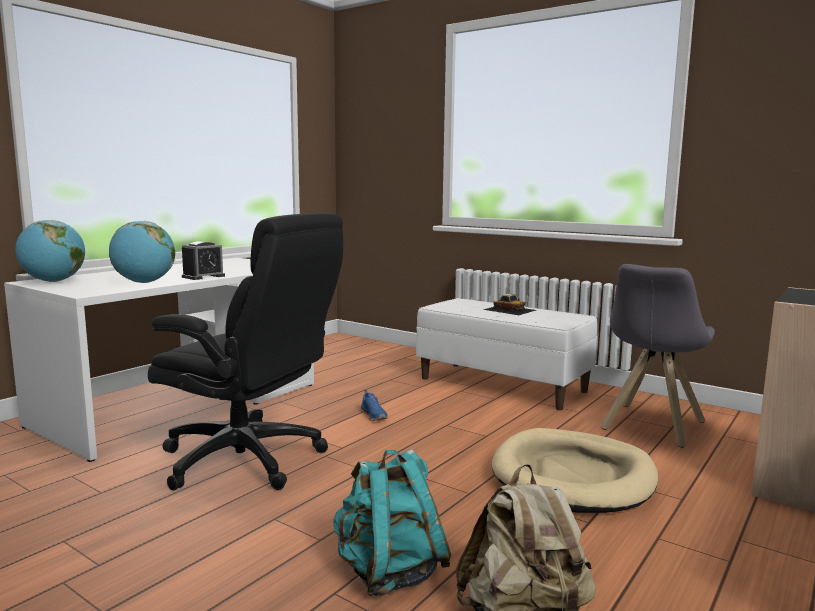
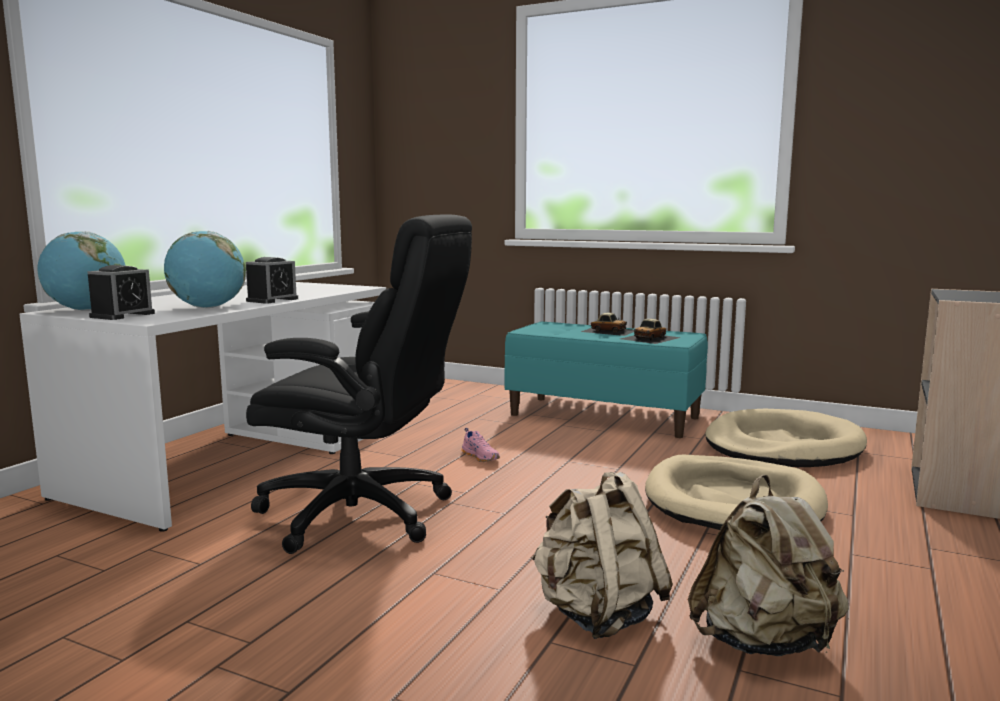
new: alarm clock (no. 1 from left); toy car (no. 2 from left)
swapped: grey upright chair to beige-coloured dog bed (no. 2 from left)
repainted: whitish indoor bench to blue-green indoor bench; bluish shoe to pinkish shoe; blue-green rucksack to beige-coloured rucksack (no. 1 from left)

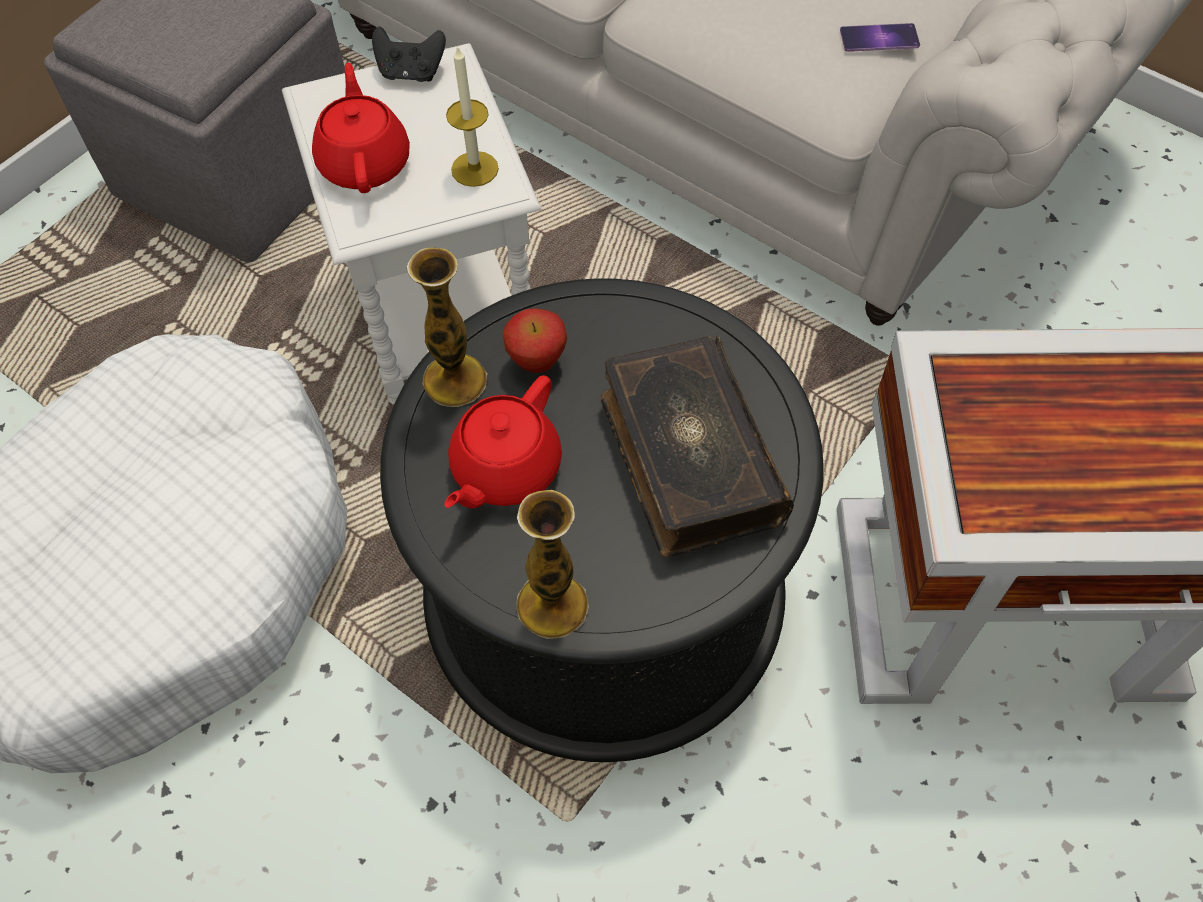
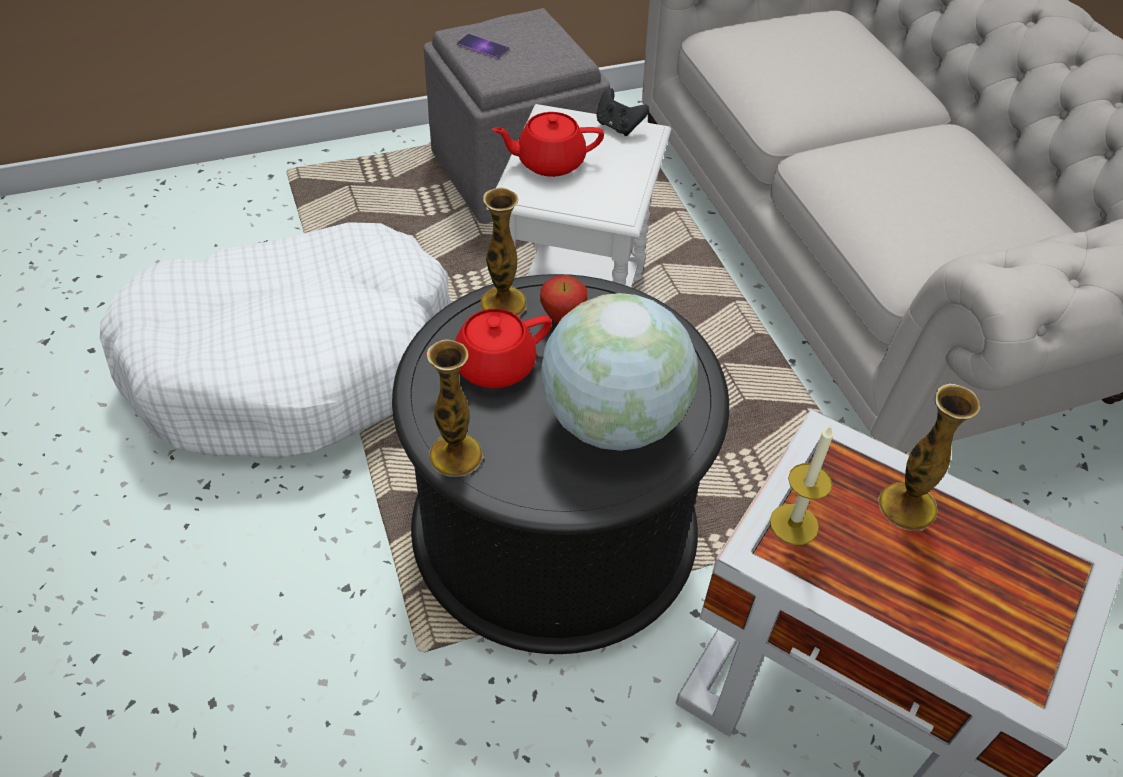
new: decorative vase (no. 3 from left)
shifted: phone; candle
swapped: volume to globe
rotated: reddish pot for tea (no. 1 from left in the first image) 120 degrees counterclockwise

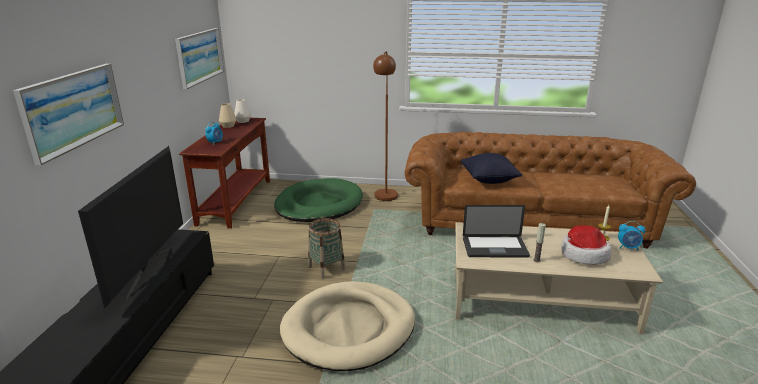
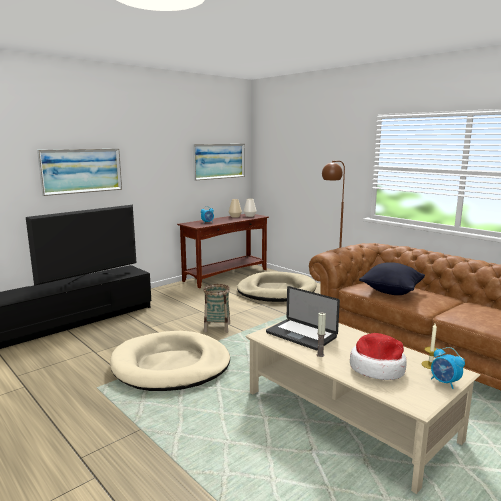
repainted: green-coloured dog bed to beige-coloured dog bed (no. 2 from left)

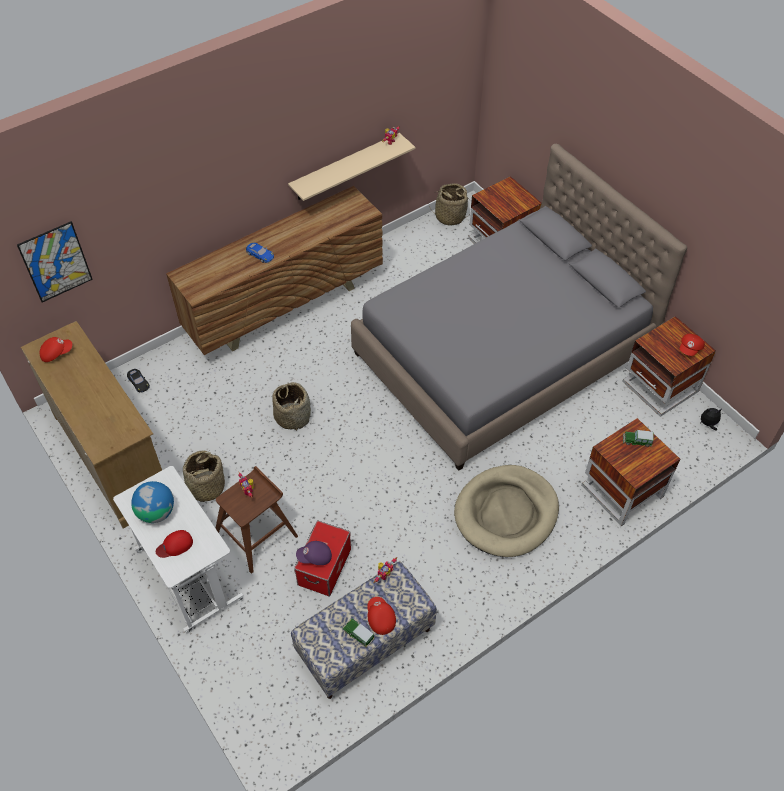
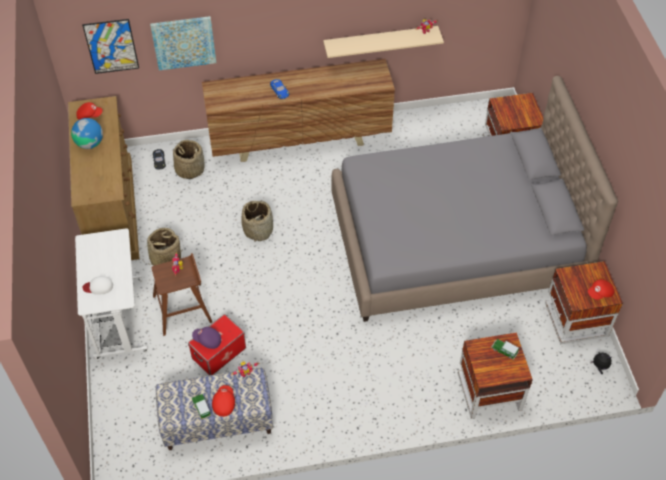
gone: beige-coloured dog bed
new: picture (no. 2 from left)
shifted: basket (no. 3 from left in the first image) to basket (no. 2 from left); globe
repainted: reddish peaked cap (no. 2 from left) to whitish peaked cap

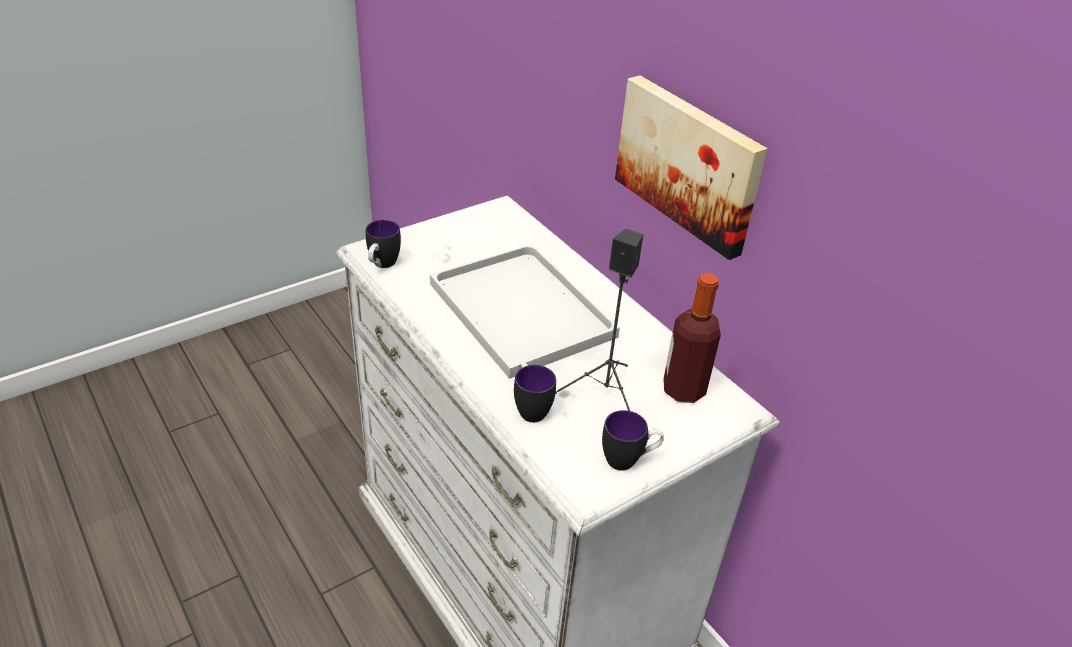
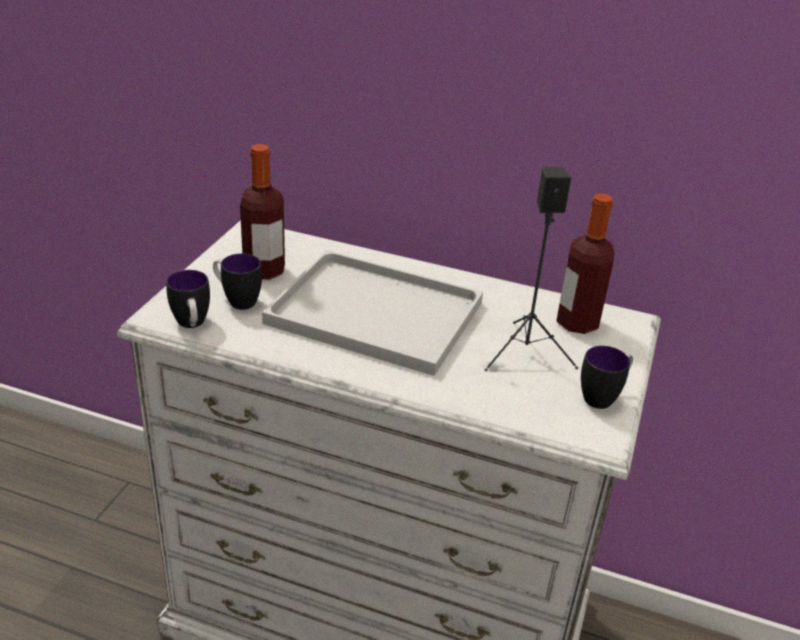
gone: picture
new: bottle (no. 1 from left)
shifted: coffee mug (no. 2 from left)

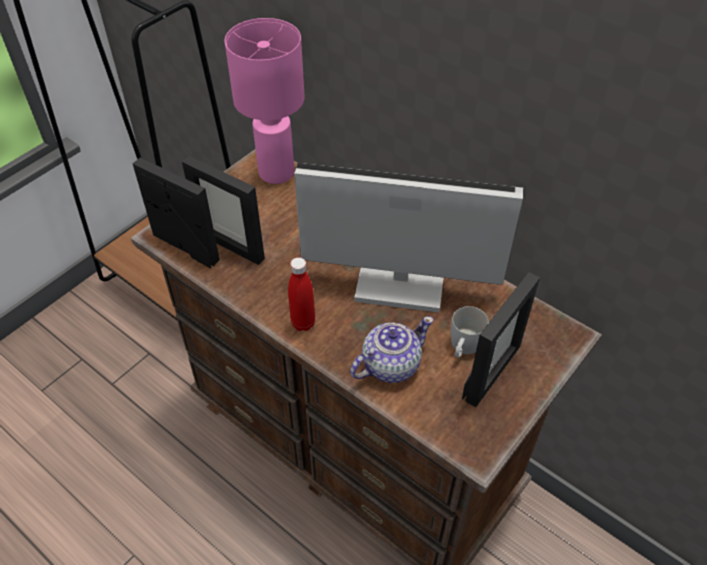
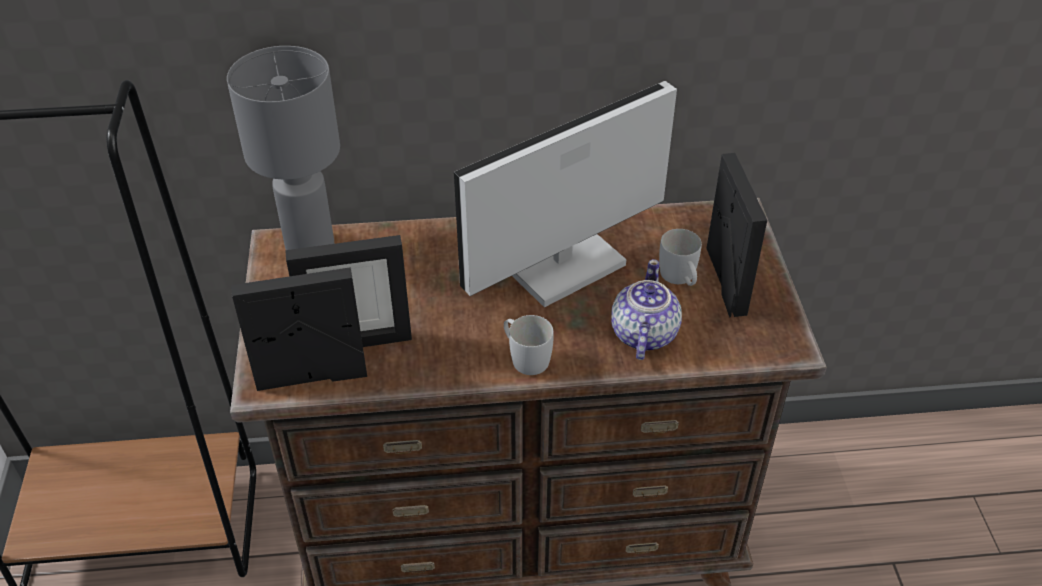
swapped: reddish bottle to whitish coffee mug (no. 1 from left)
repainted: pinkish tabletop lamp to grey tabletop lamp

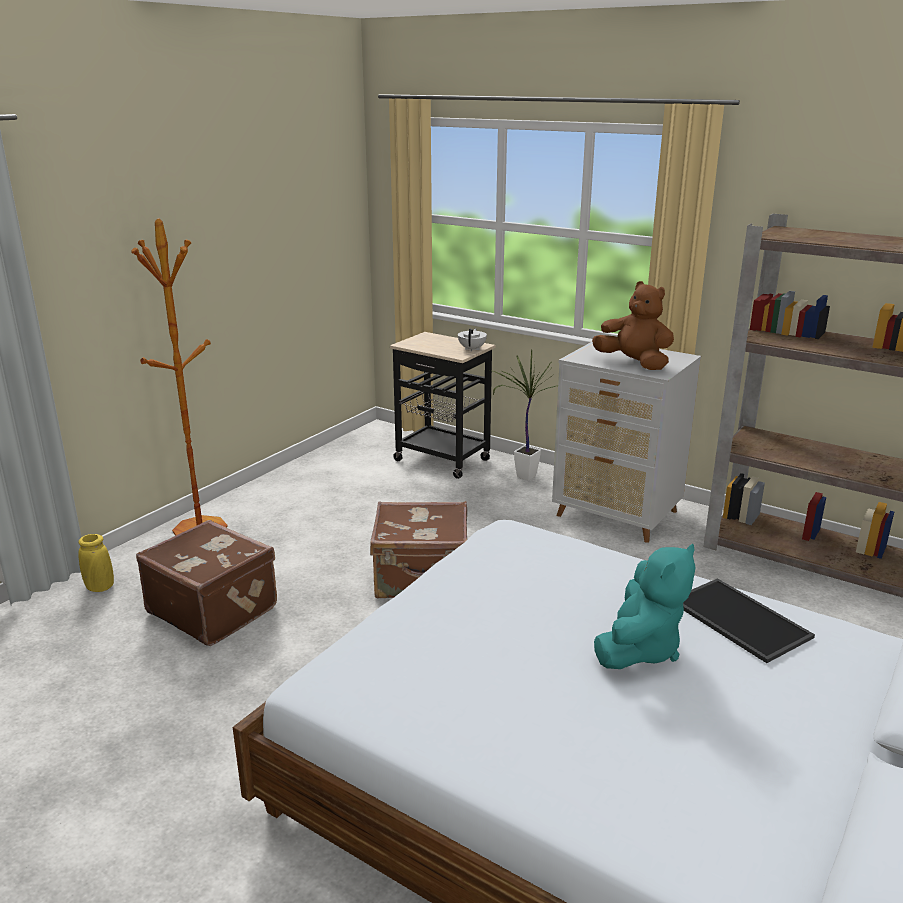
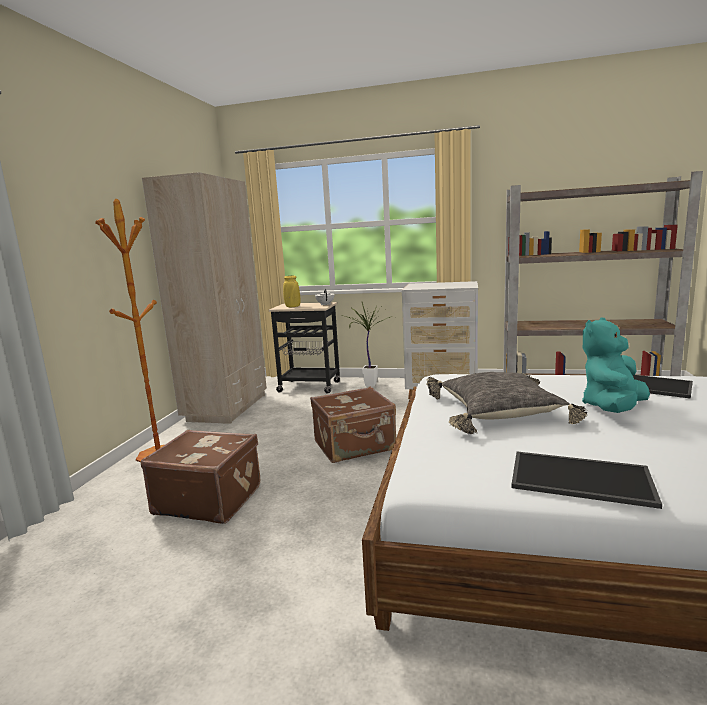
gone: brown cuddly toy
new: beige-coloured wardrobe; pillow; tray (no. 1 from left)
shifted: yellow-coloured decorative vase
rotated: blue-green cuddly toy 150 degrees counterclockwise

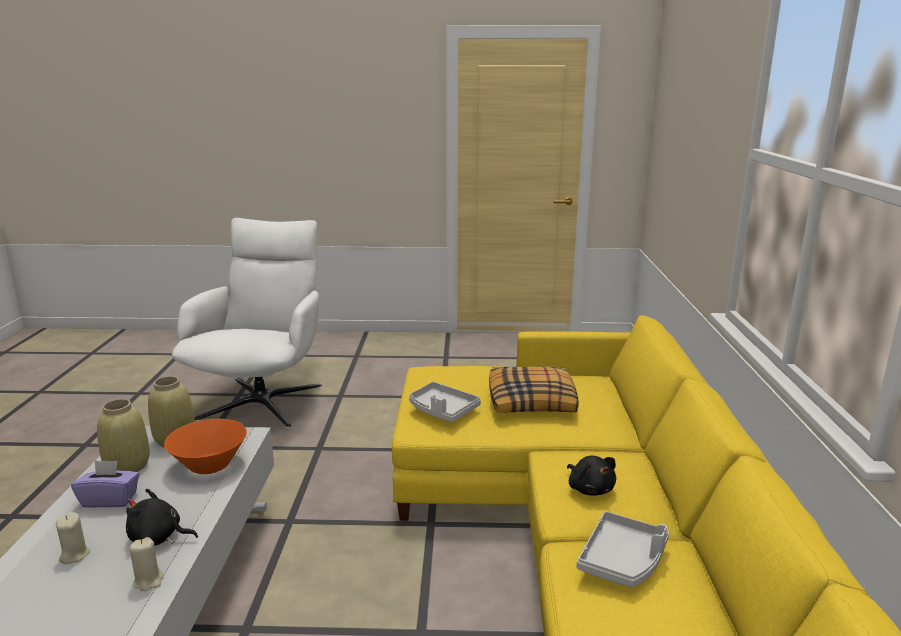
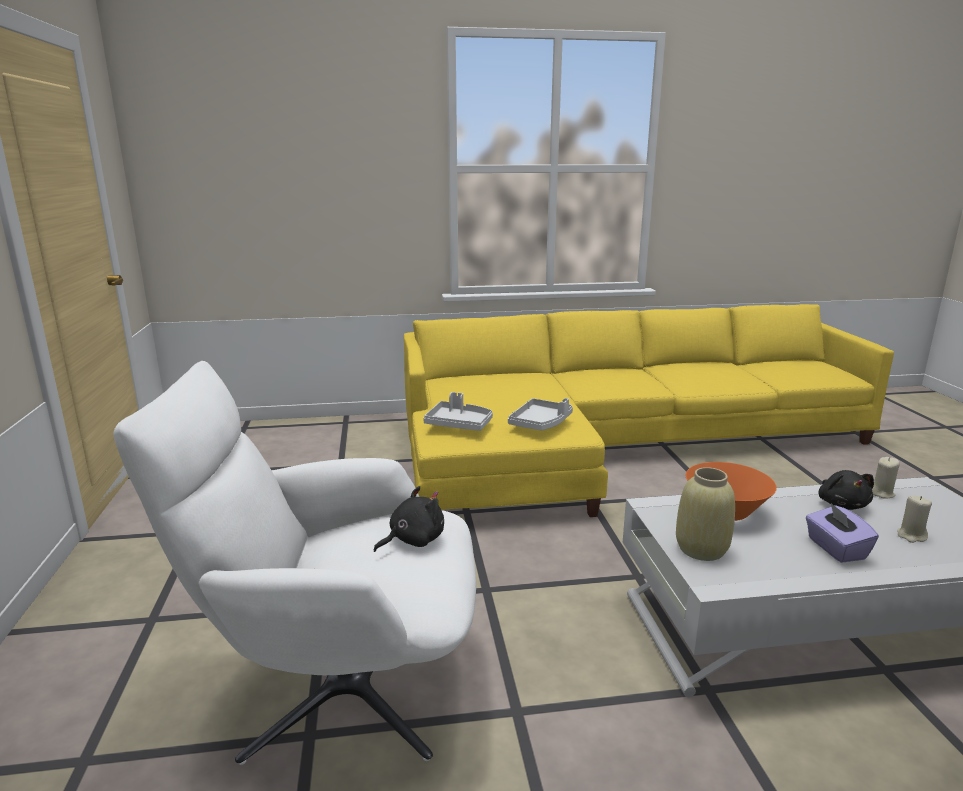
gone: pillow; beige-coloured decorative vase (no. 1 from left)
shifted: blackish cuddly toy (no. 2 from left in the first image) to blackish cuddly toy (no. 1 from left); grey tray (no. 2 from left in the first image) to grey tray (no. 1 from left)

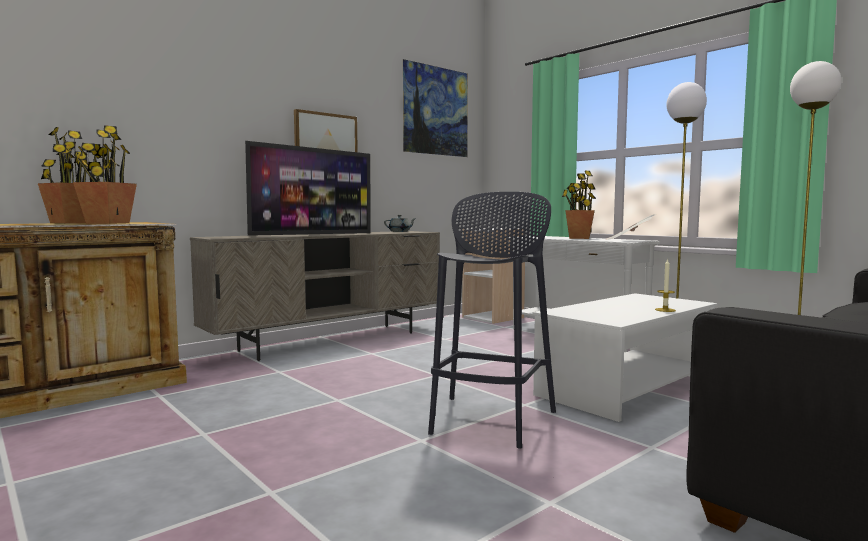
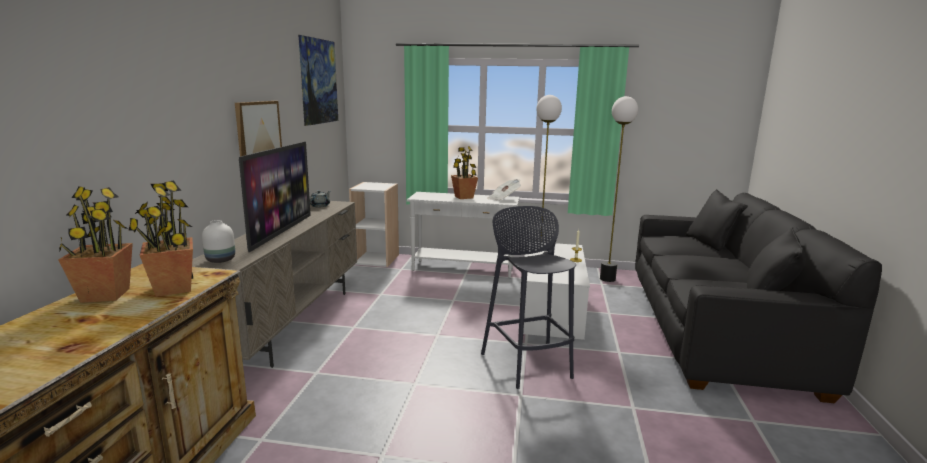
new: whitish decorative vase

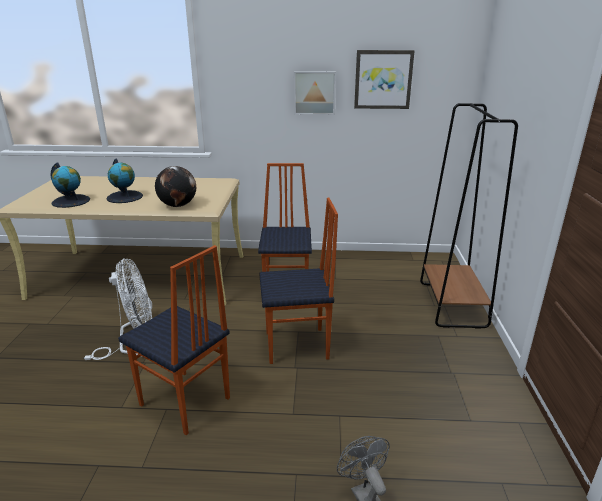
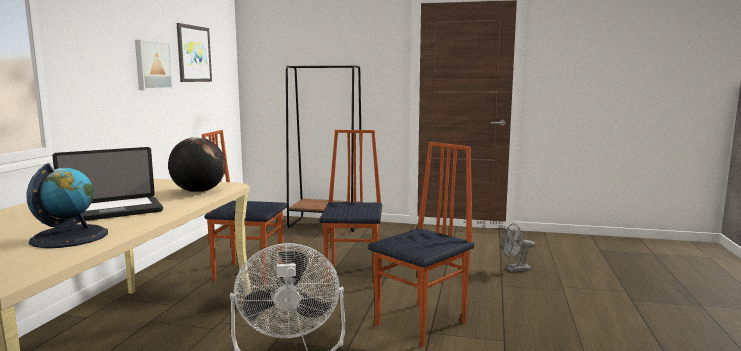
swapped: globe (no. 2 from left) to laptop

